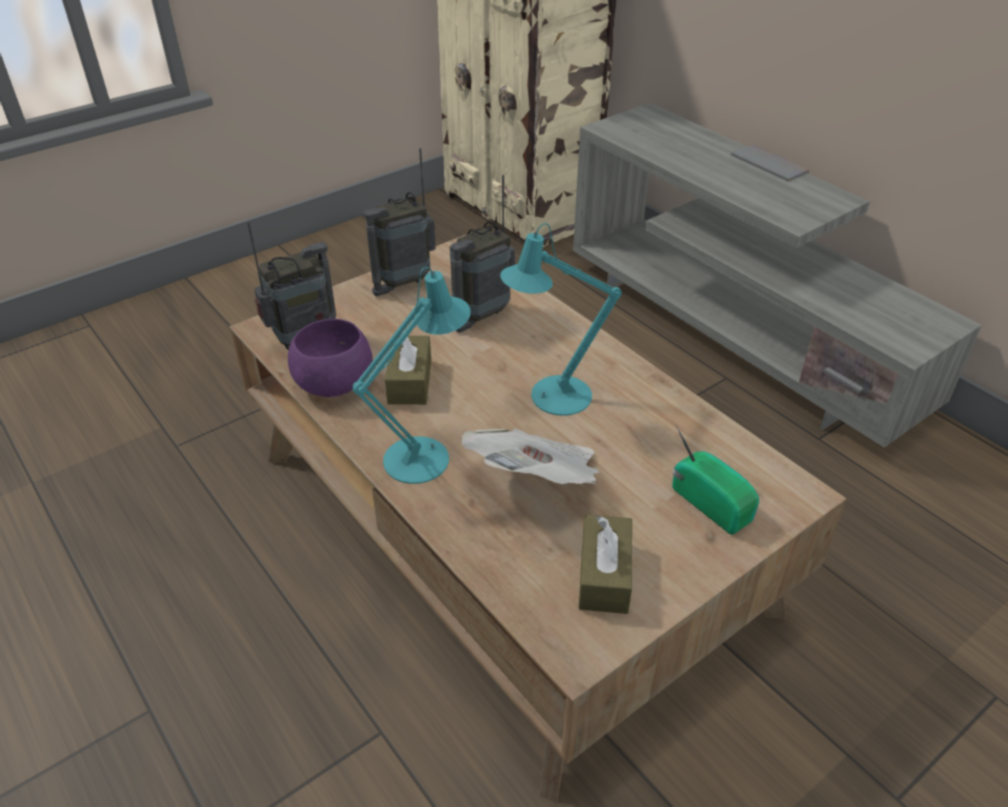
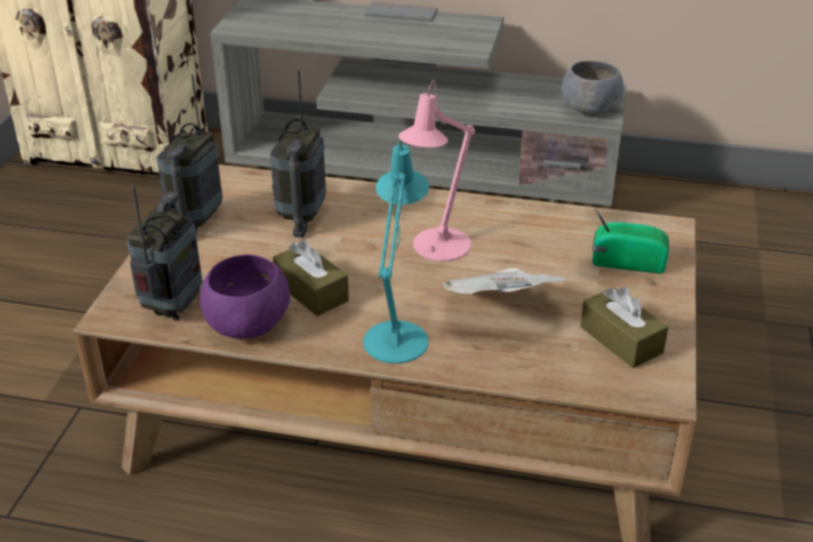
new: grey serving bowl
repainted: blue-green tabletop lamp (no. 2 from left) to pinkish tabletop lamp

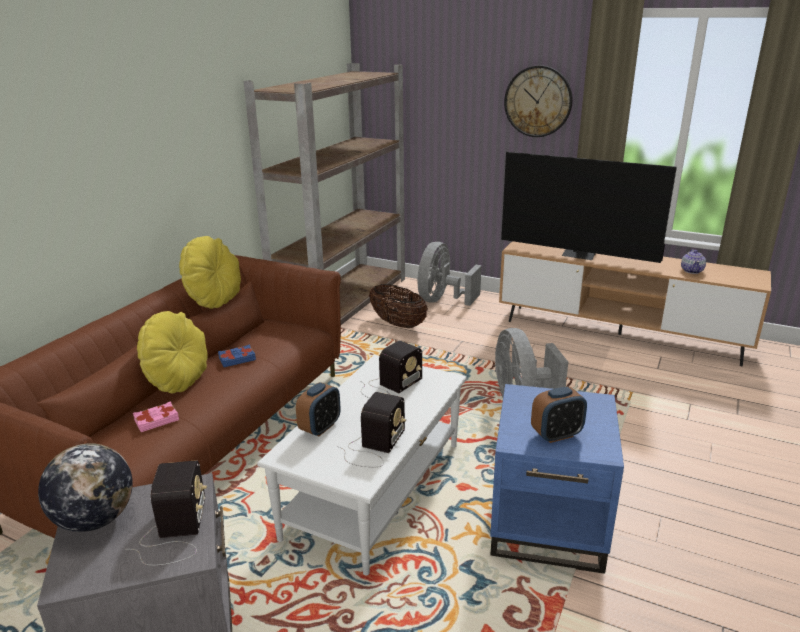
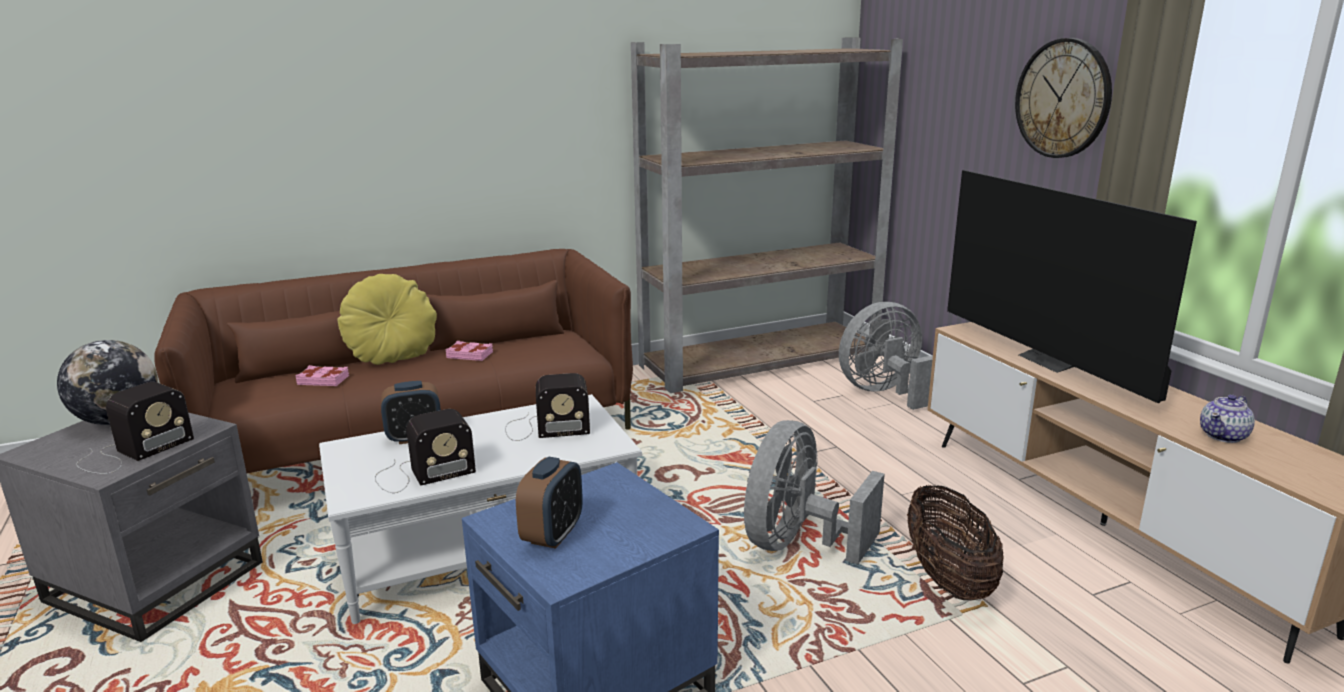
gone: yellow-coloured pillow (no. 2 from left)
shifted: basket
repainted: bluish volume to pinkish volume (no. 2 from left)
rotated: alarm clock (no. 2 from left) 90 degrees counterclockwise

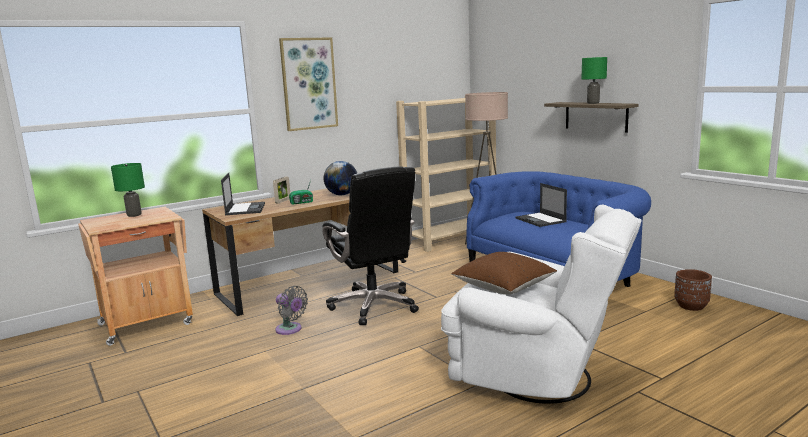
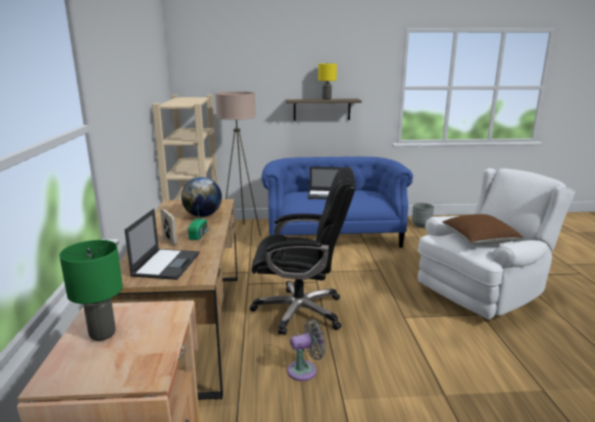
gone: picture
repainted: green-coloured tabletop lamp (no. 2 from left) to yellow-coloured tabletop lamp; brown planter to grey planter
rotated: laptop (no. 1 from left) 75 degrees clockwise

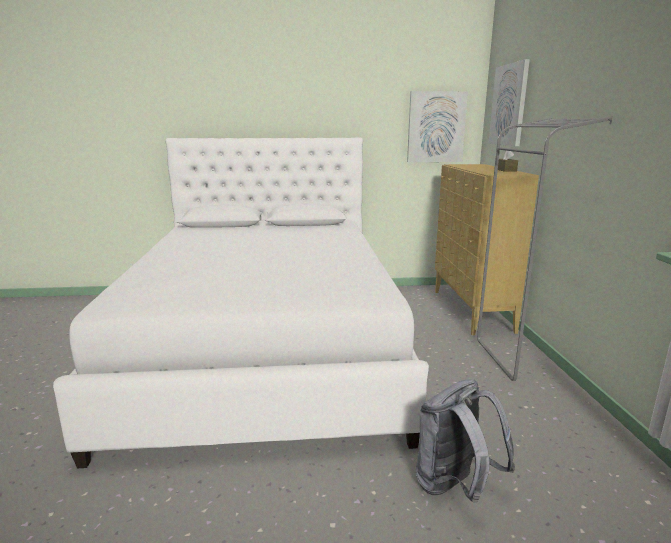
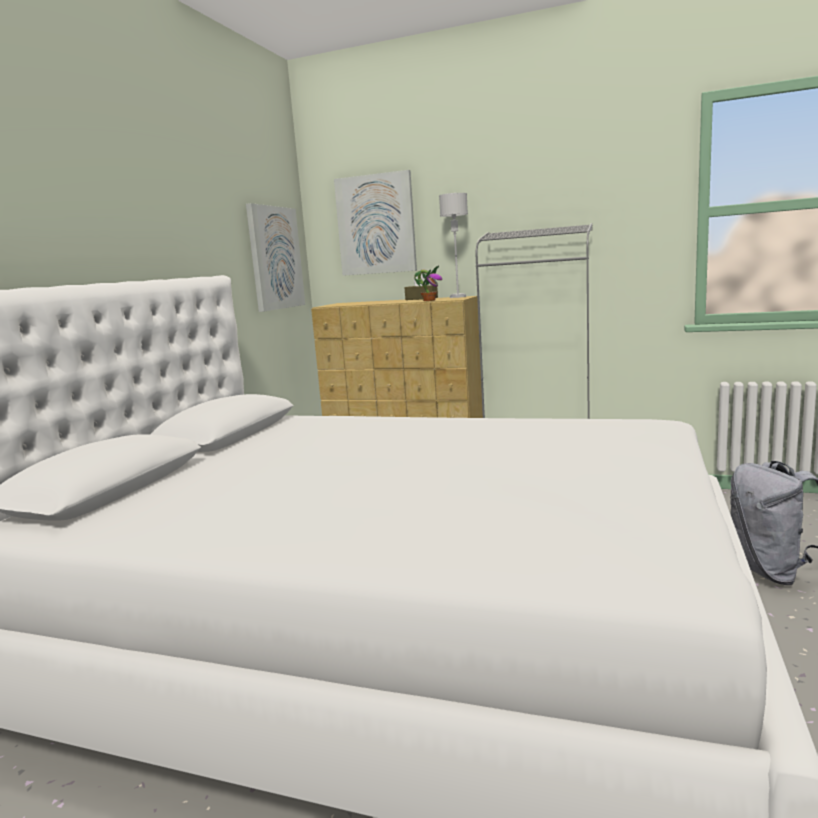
new: grey tabletop lamp; plant in a pot

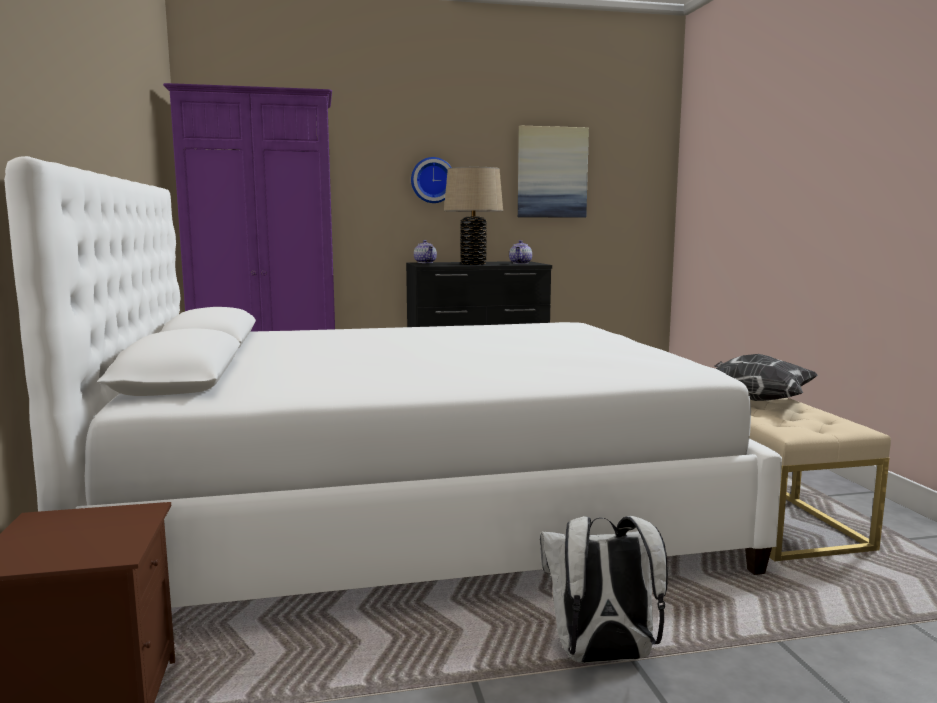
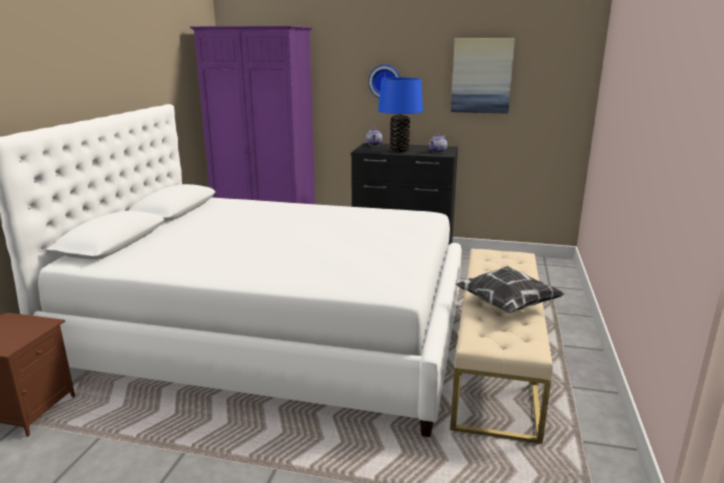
gone: whitish rucksack
repainted: beige-coloured tabletop lamp to bluish tabletop lamp

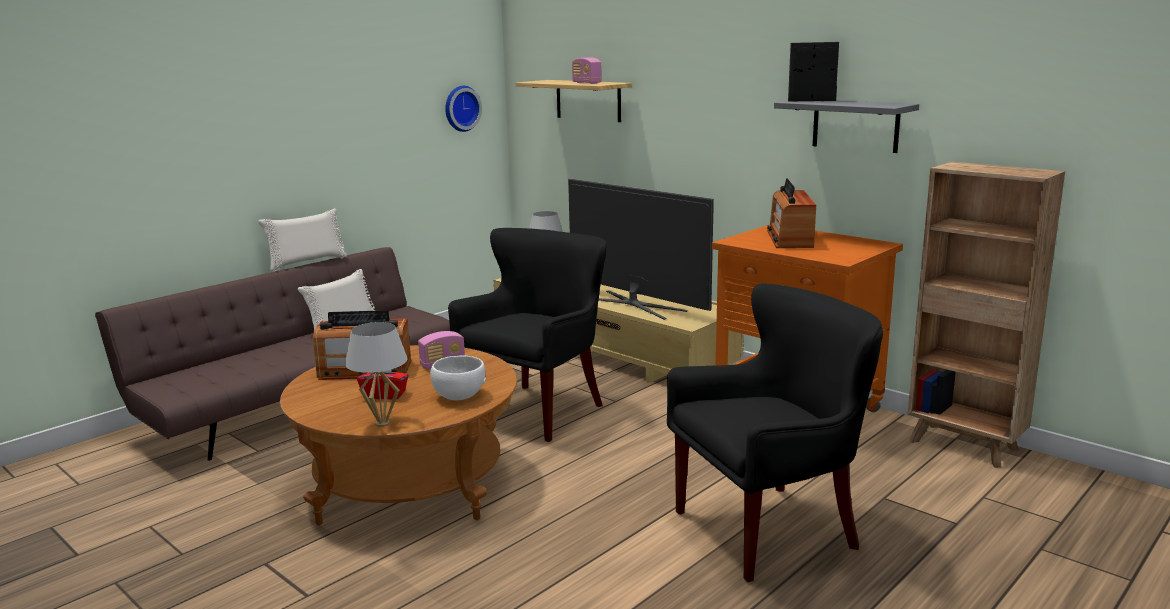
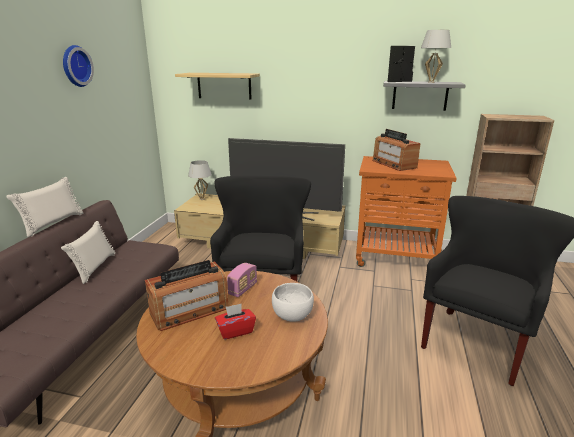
gone: radio (no. 3 from left)
shifted: clock on the wall; whitish tabletop lamp (no. 1 from left in the first image) to whitish tabletop lamp (no. 2 from left)

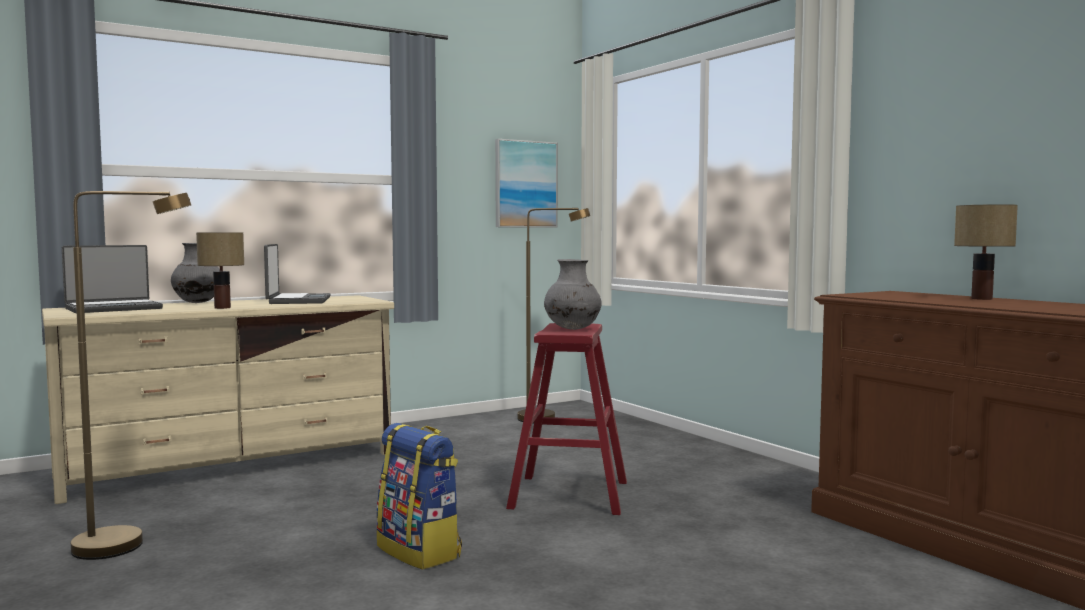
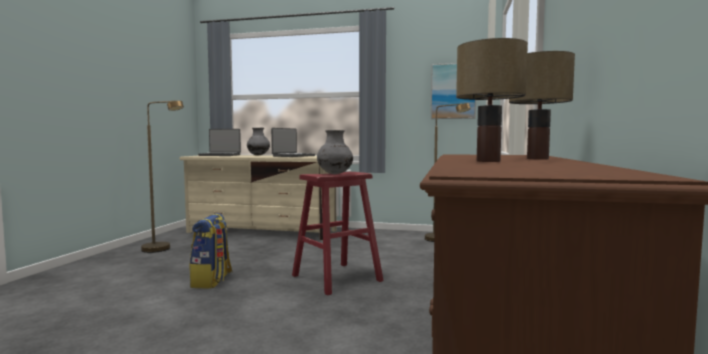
shifted: tabletop lamp (no. 1 from left)

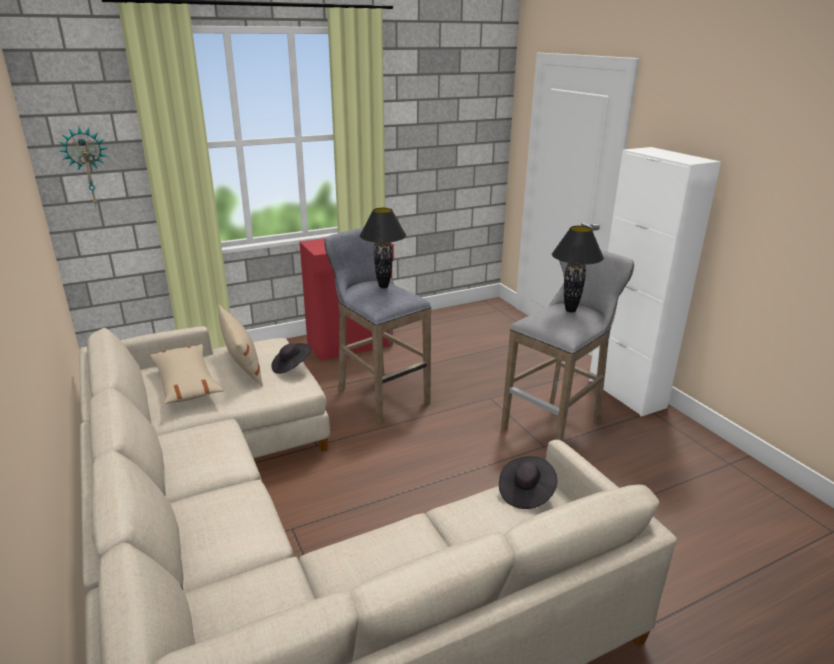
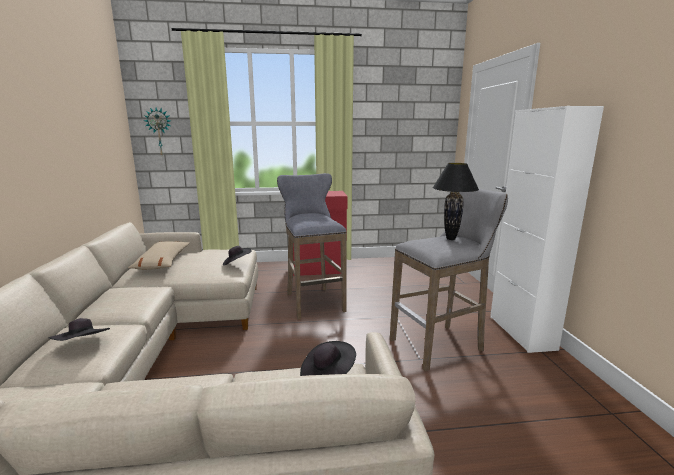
gone: blackish tabletop lamp (no. 1 from left); beige-coloured pillow (no. 2 from left)
new: blackish hat (no. 1 from left)

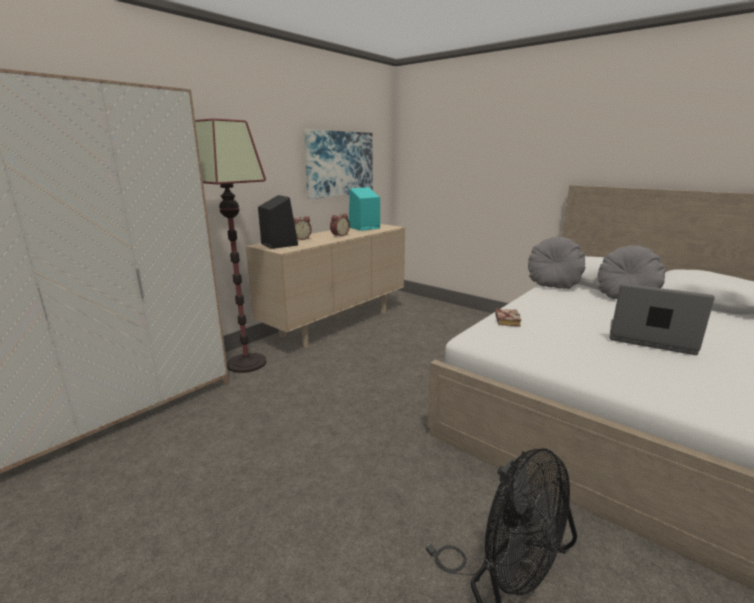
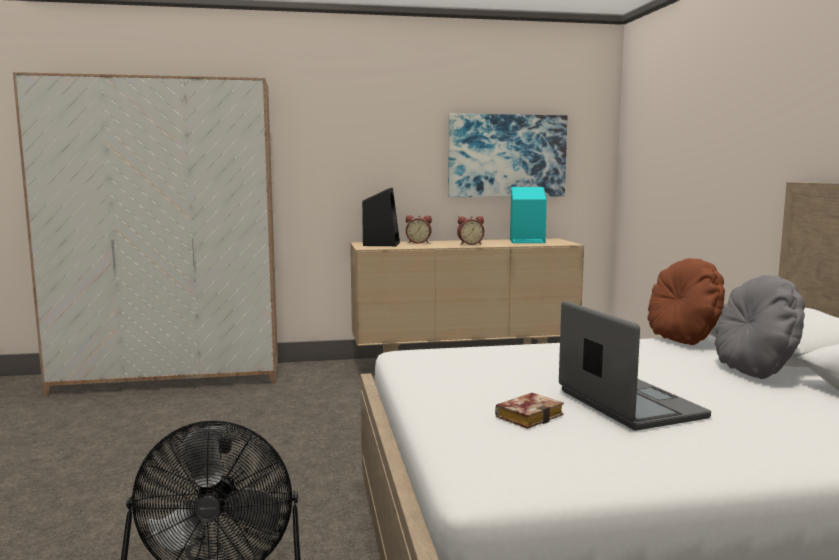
gone: standing lamp
shifted: volume
repainted: grey pillow (no. 1 from left) to brown pillow

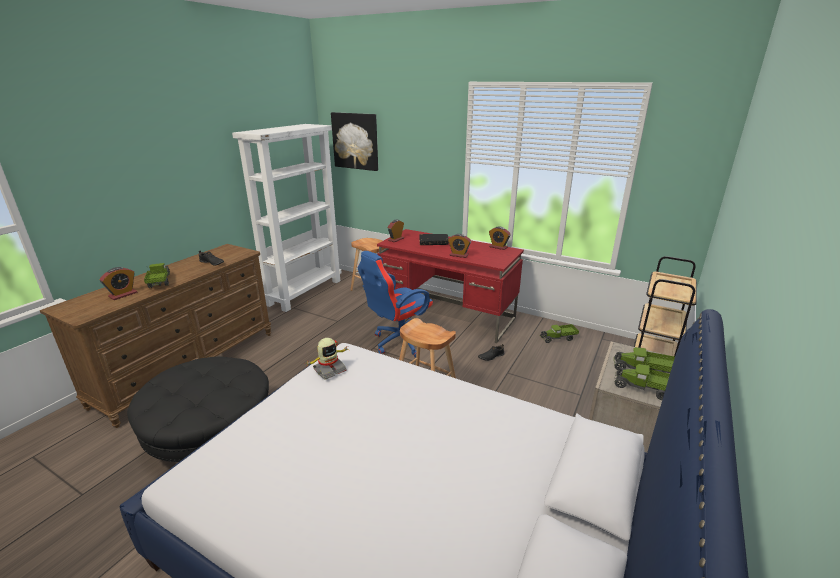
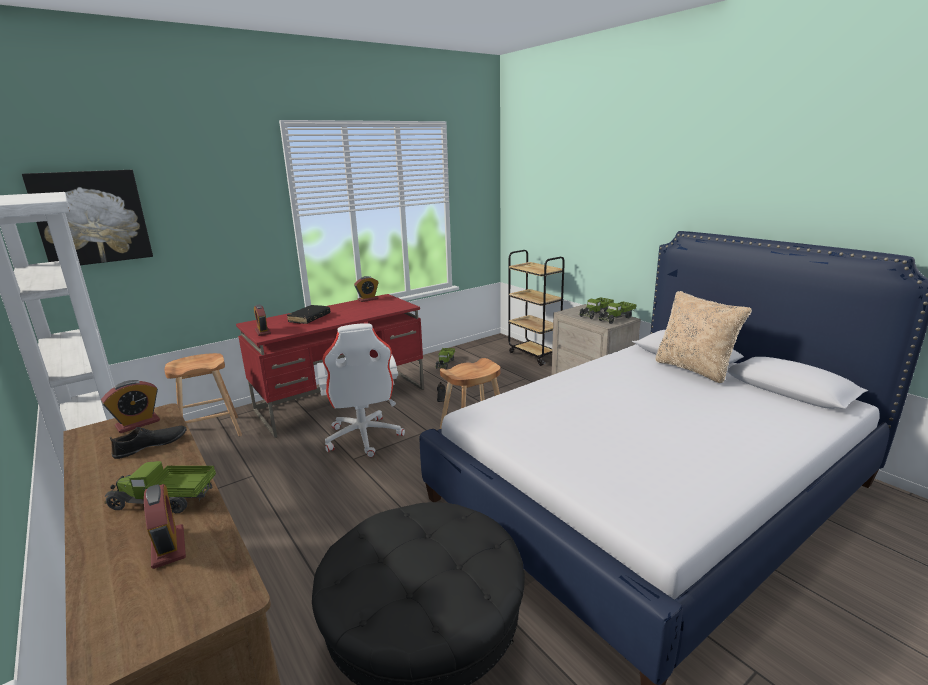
gone: robot figure
new: beige-coloured pillow
shifted: alarm clock (no. 3 from left in the first image) to alarm clock (no. 1 from left)
repainted: bluish computer chair to whitish computer chair

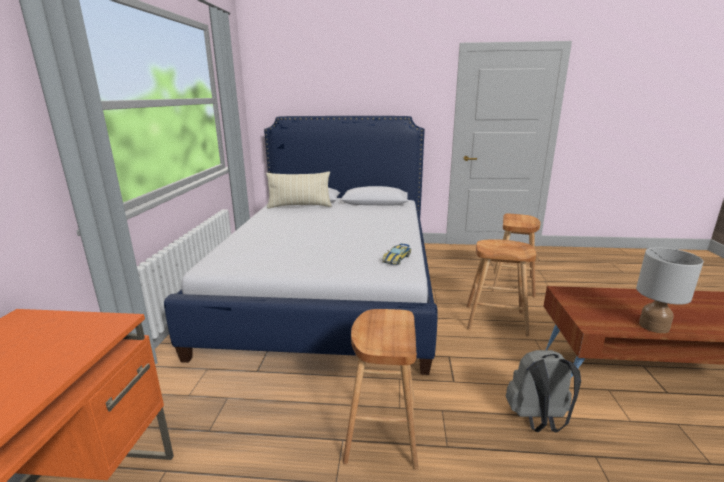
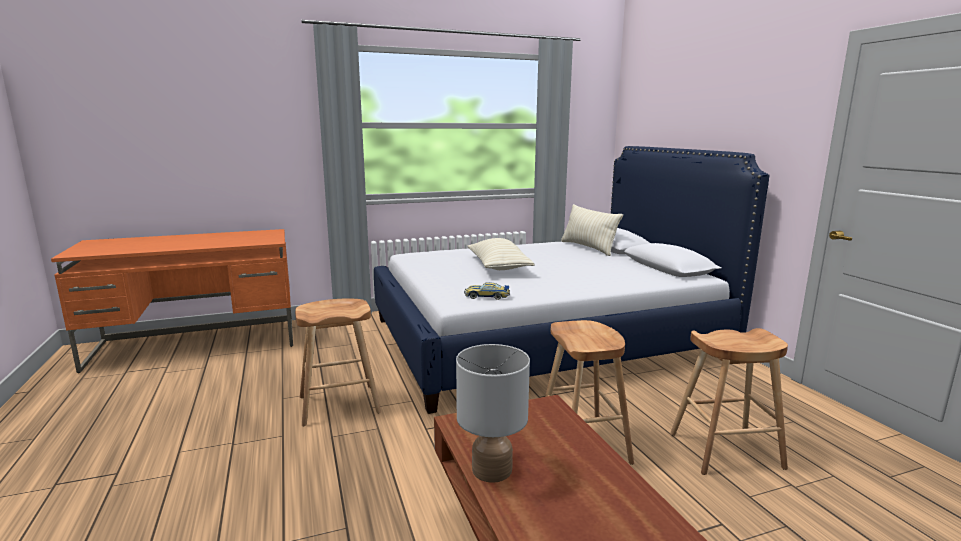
gone: grey rucksack
new: beige-coloured pillow (no. 1 from left)

